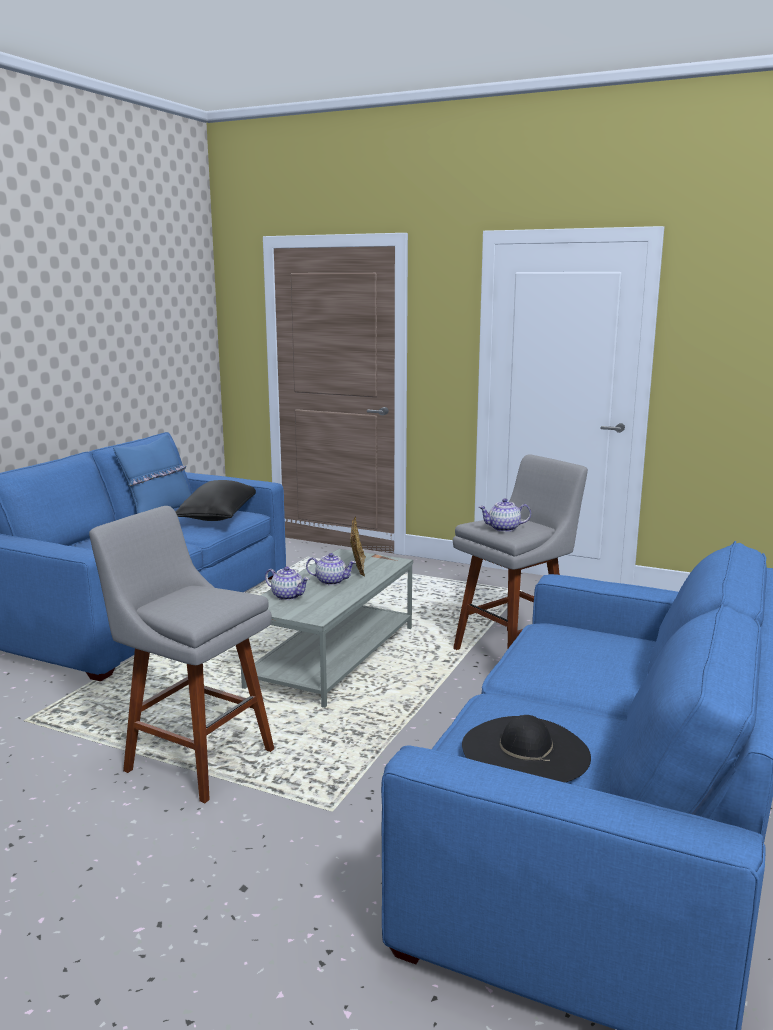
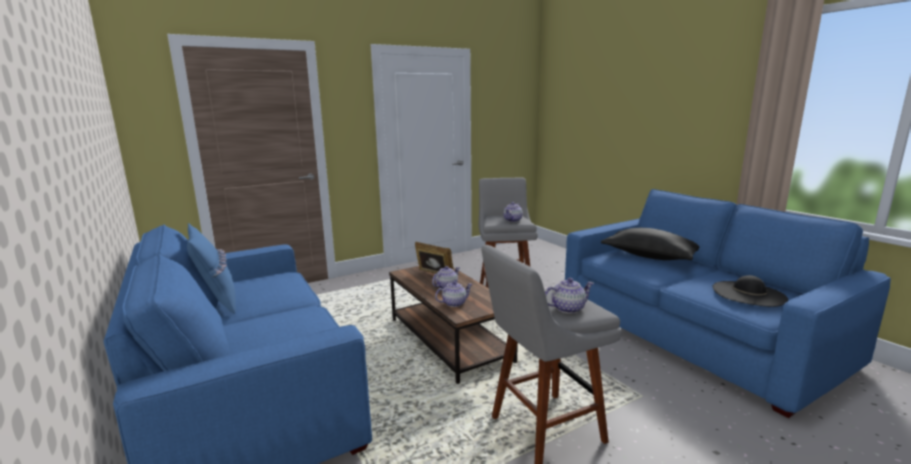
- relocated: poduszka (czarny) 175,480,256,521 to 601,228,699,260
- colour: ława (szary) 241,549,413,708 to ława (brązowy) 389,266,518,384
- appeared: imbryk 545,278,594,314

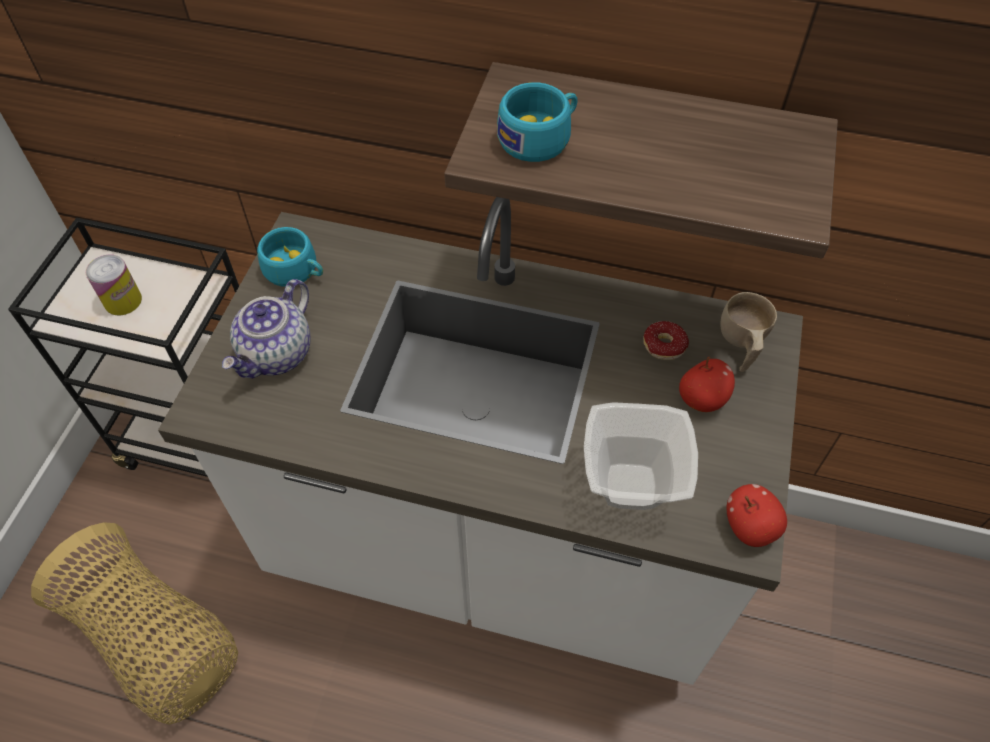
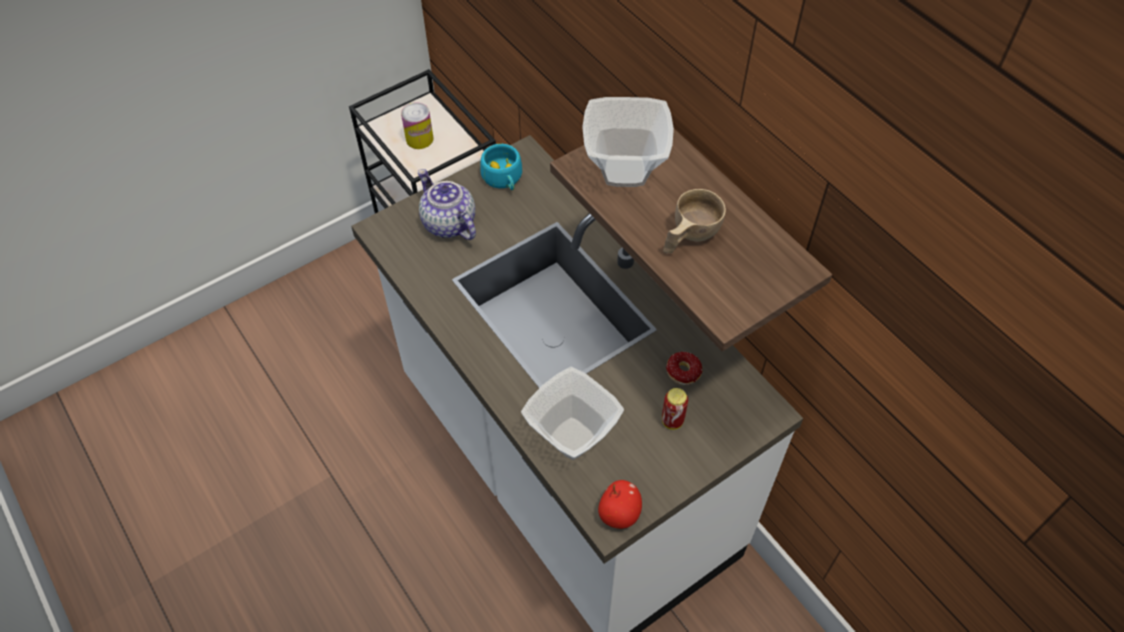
- missing: koszyk 31,522,238,725
- spun: imbryk 222,279,311,378 = 418,169,476,240 75 degrees clockwise
- exchanged: filiżanka (turkusowy) 497,82,578,162 to miska 582,97,674,187
- exchanged: jabłko 679,357,735,412 to puszka 662,388,688,430
- relocated: filiżanka (beżowy) 720,292,777,372 to 663,189,726,253

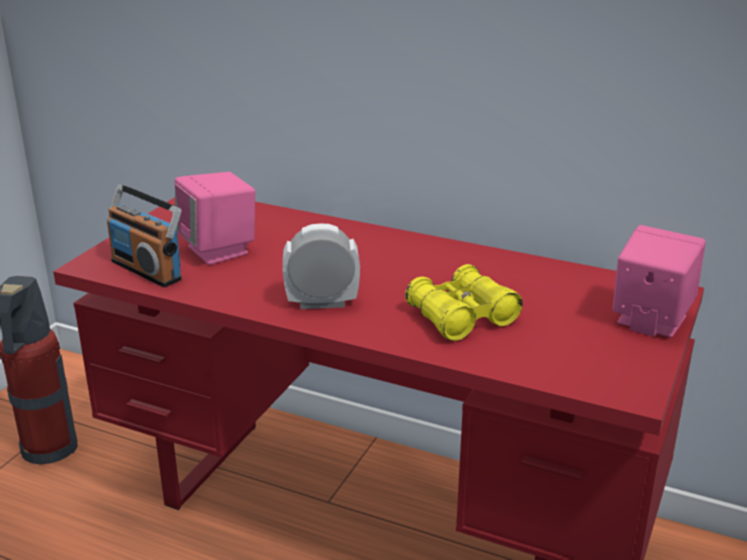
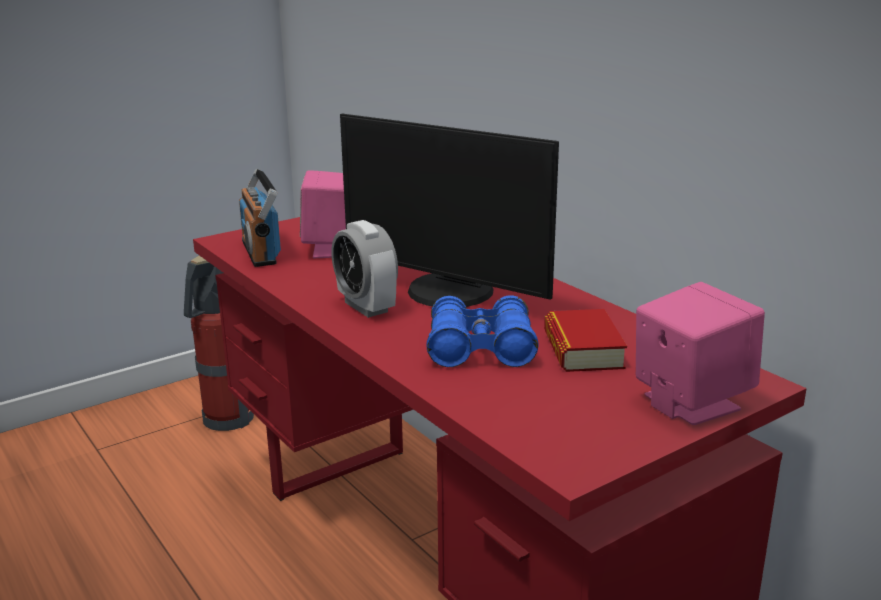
- spun: budzik 283,224,360,309 = 331,220,398,318 150 degrees counterclockwise
- colour: lornetka (żółty) 405,264,523,341 to lornetka (niebieski) 426,295,539,367
- appeared: monitor 340,114,559,307
- appeared: książka 544,309,627,372

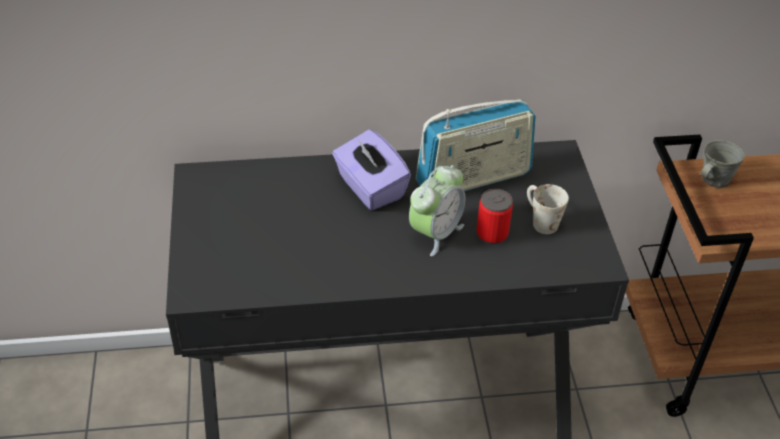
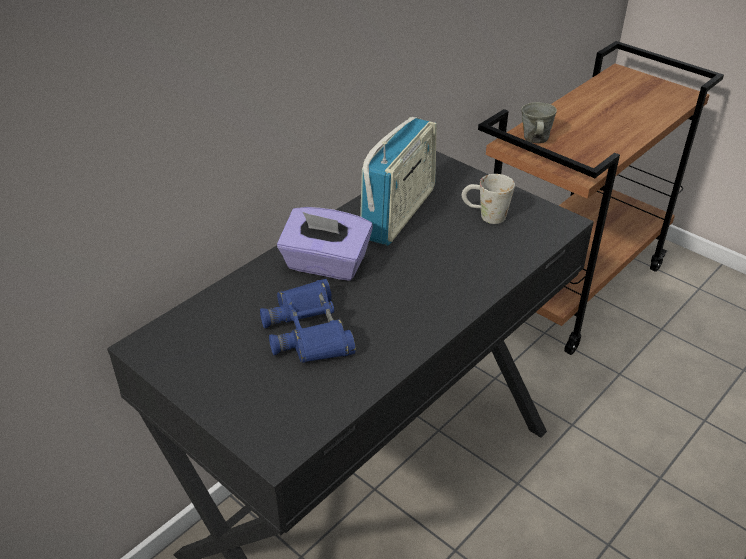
- missing: budzik 409,165,465,257
- missing: puszka 476,189,513,245
- appeared: lornetka (niebieski) 260,279,356,363

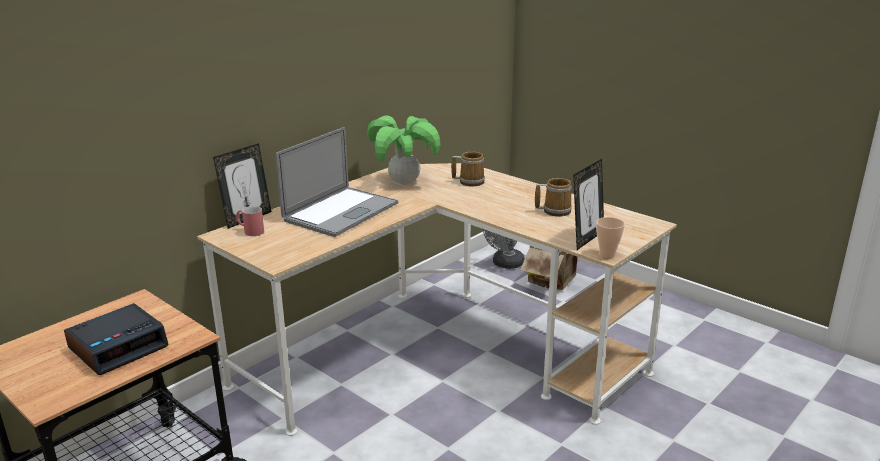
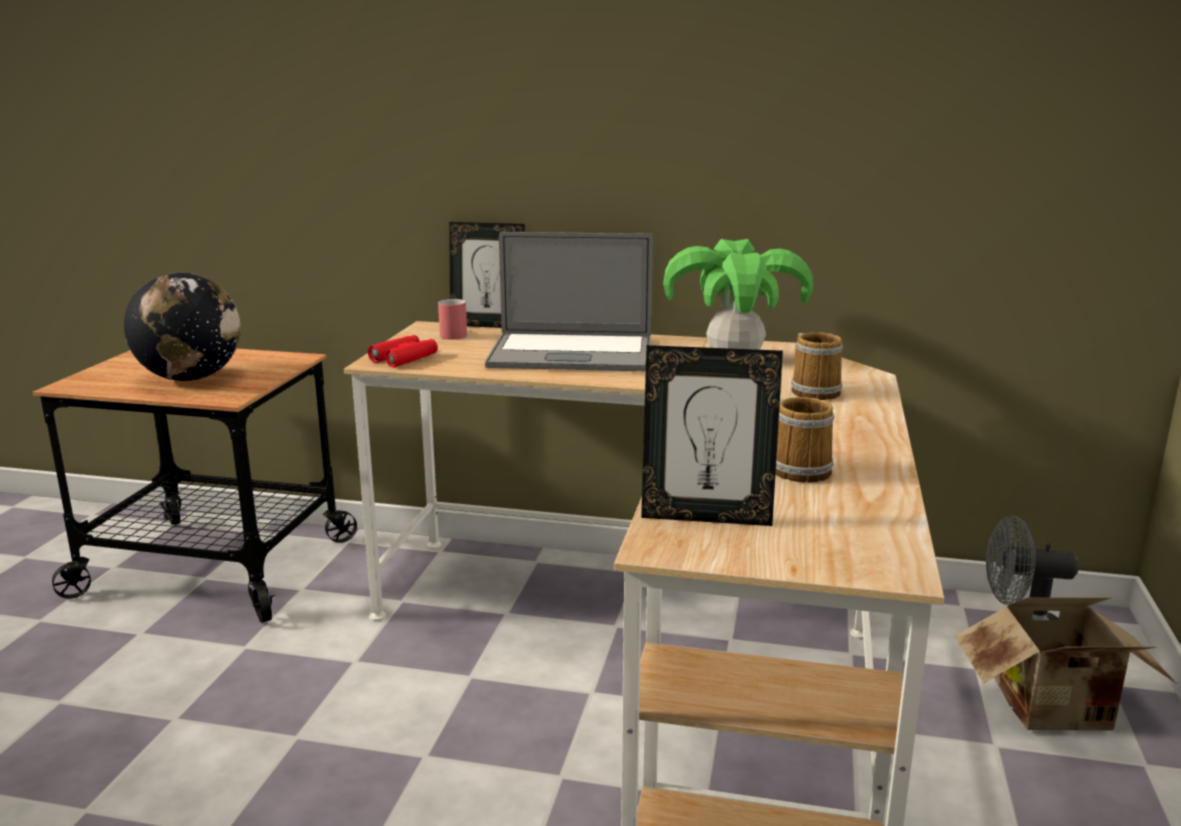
- exchanged: budzik 64,303,169,375 to globus 124,272,241,381
- missing: filiżanka 596,217,625,259
- appeared: lornetka (czerwony) 368,335,438,367

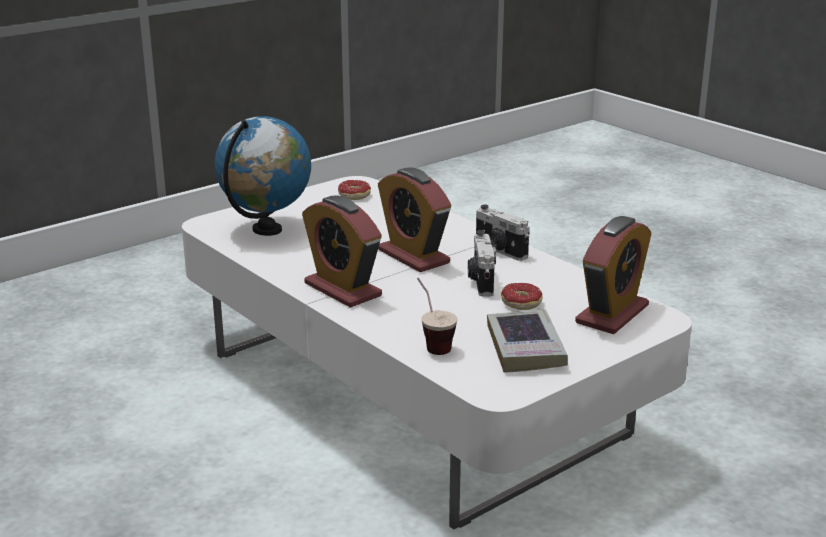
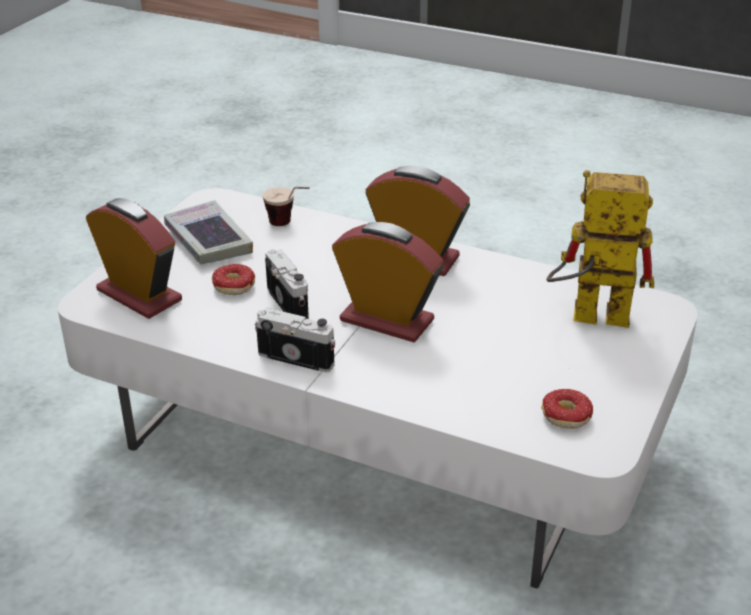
- exchanged: globus 215,116,311,236 to robot zabawkowy 546,170,654,328
- spun: budzik 575,216,652,334 = 86,198,182,319 120 degrees clockwise

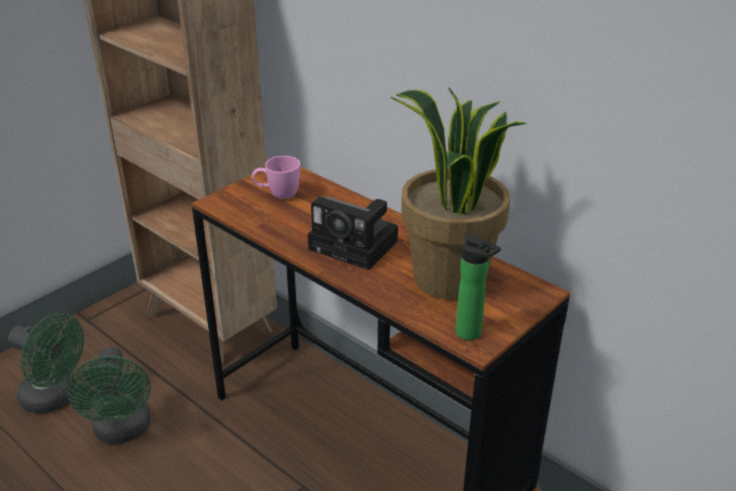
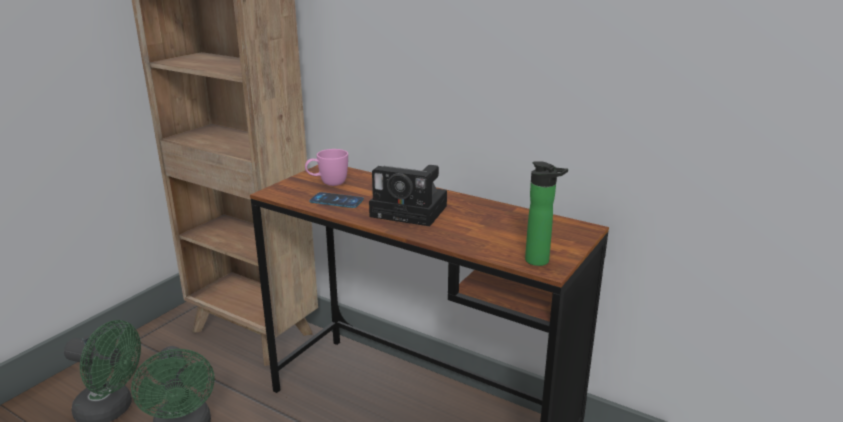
- missing: roślina doniczkowa 391,87,528,300
- appeared: telefon 309,192,364,208

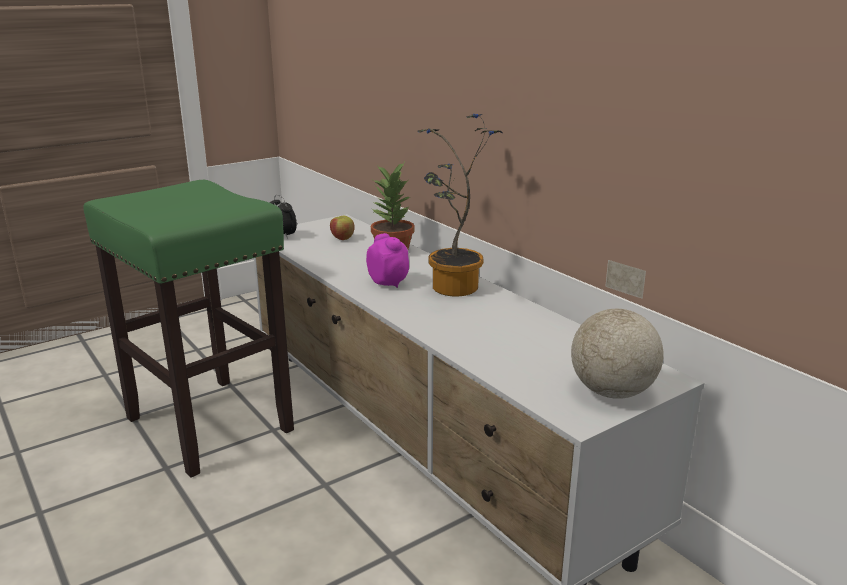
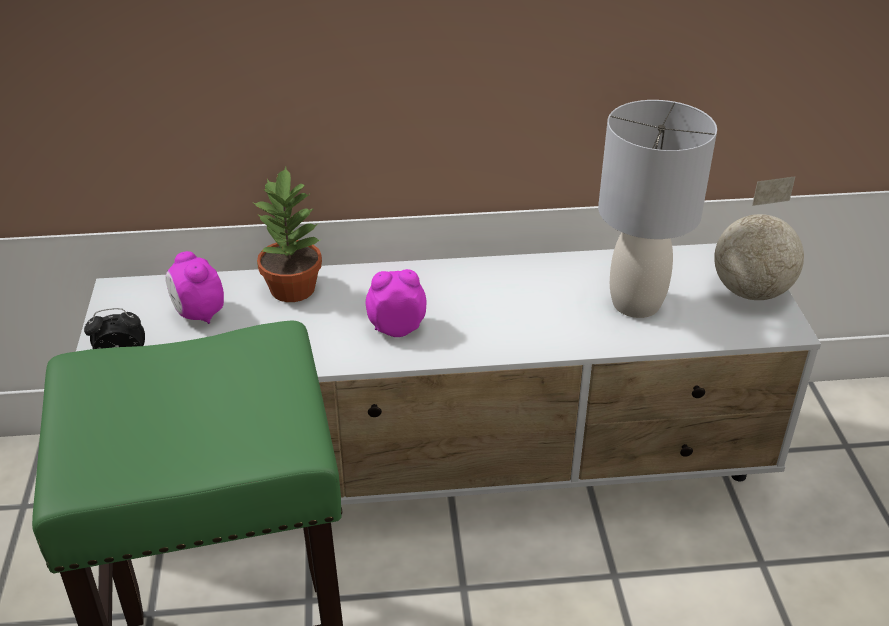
- exchanged: jabłko 330,216,355,240 to budzik 165,251,224,324
- missing: roślina doniczkowa 417,114,503,296
- appeared: lampa stołowa (szary) 598,100,717,318

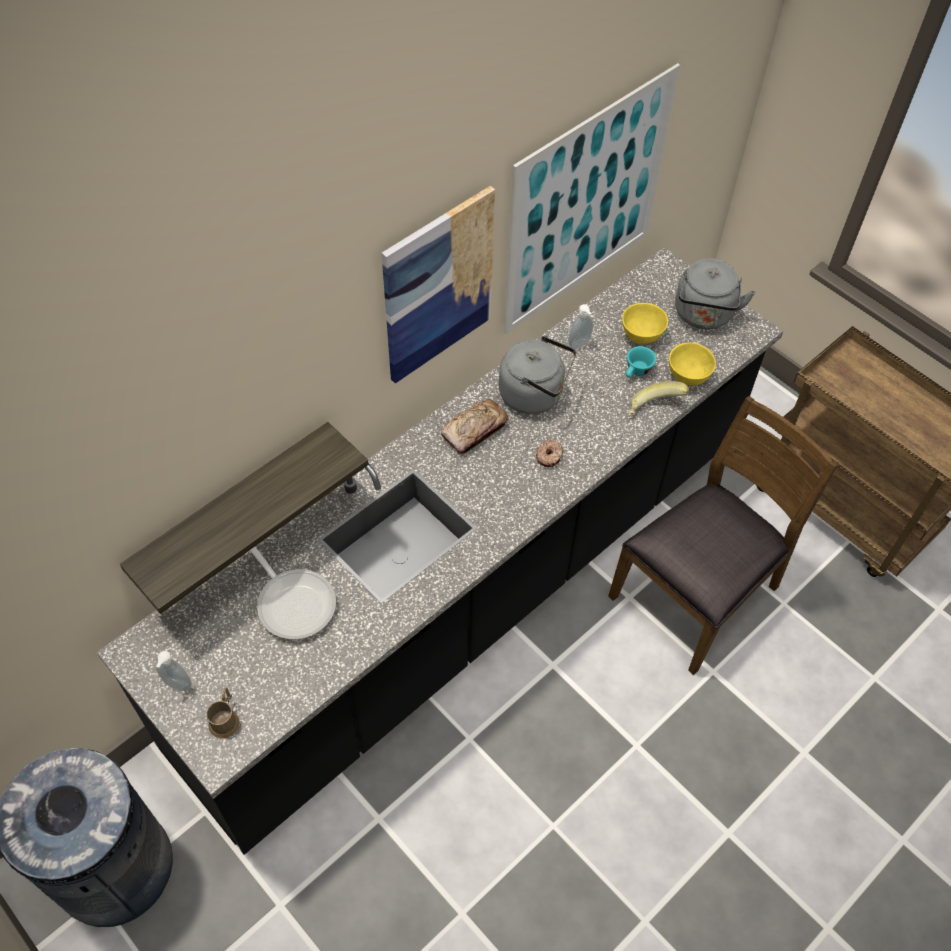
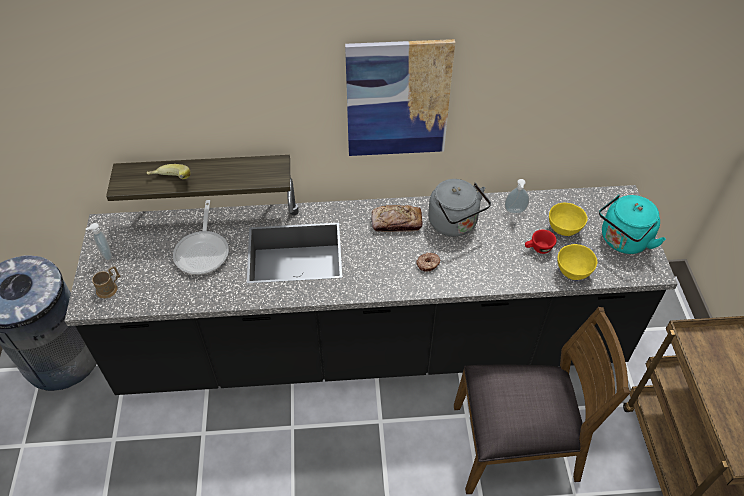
- missing: obraz 504,63,680,334
- colour: filiżanka (turkusowy) 626,346,656,377 to filiżanka (czerwony) 525,230,557,254
- relocated: banan 628,381,689,414 to 146,164,191,179
- colour: czajnik (szary) 675,259,755,329 to czajnik (turkusowy) 599,195,666,254

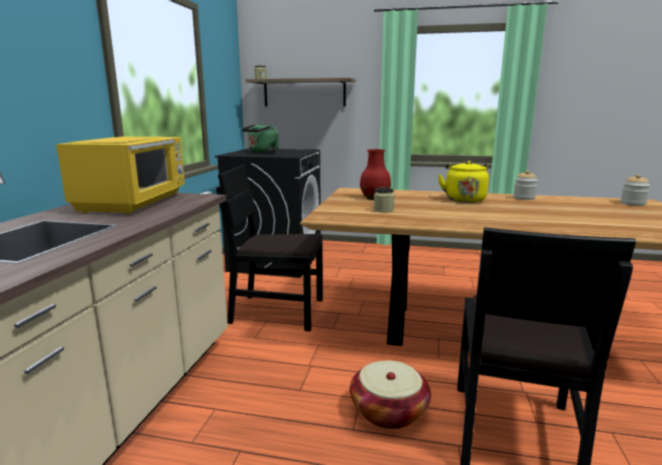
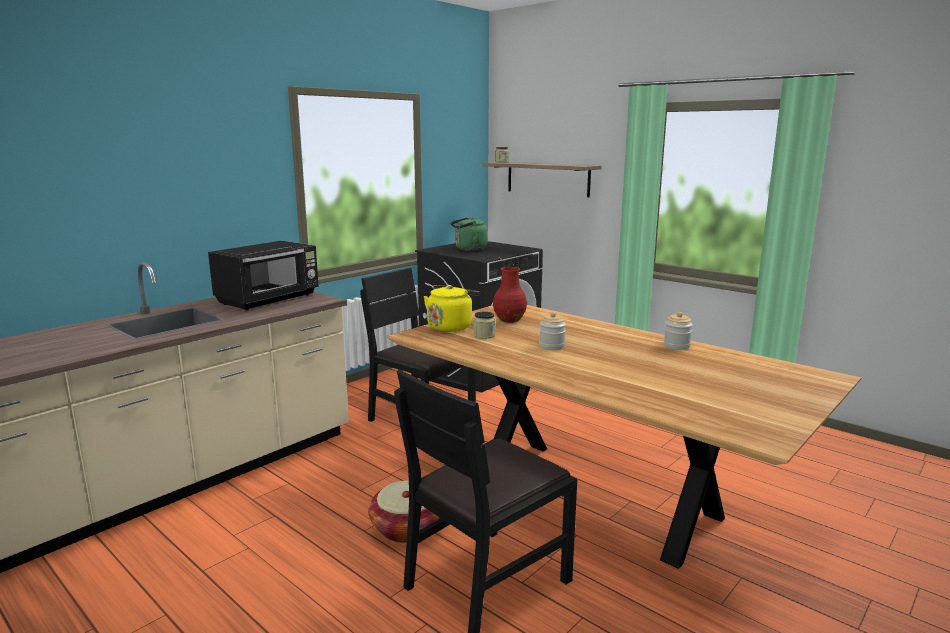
- colour: mikrofalówka (żółty) 56,137,185,215 to mikrofalówka (czarny) 208,241,319,311
- relocated: czajnik (żółty) 438,161,489,203 to 424,285,480,332
- relocated: słoik 620,174,650,206 to 539,312,566,350

